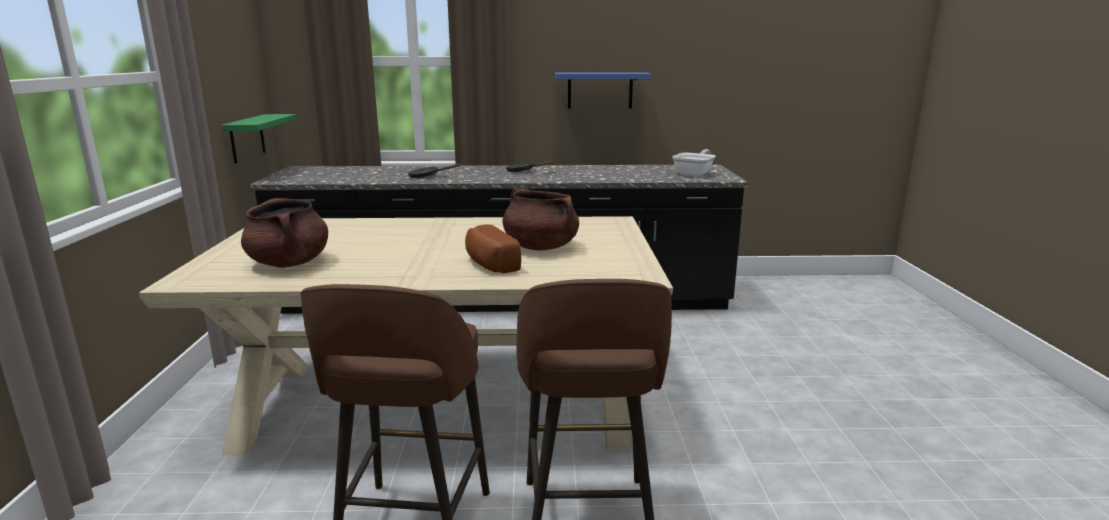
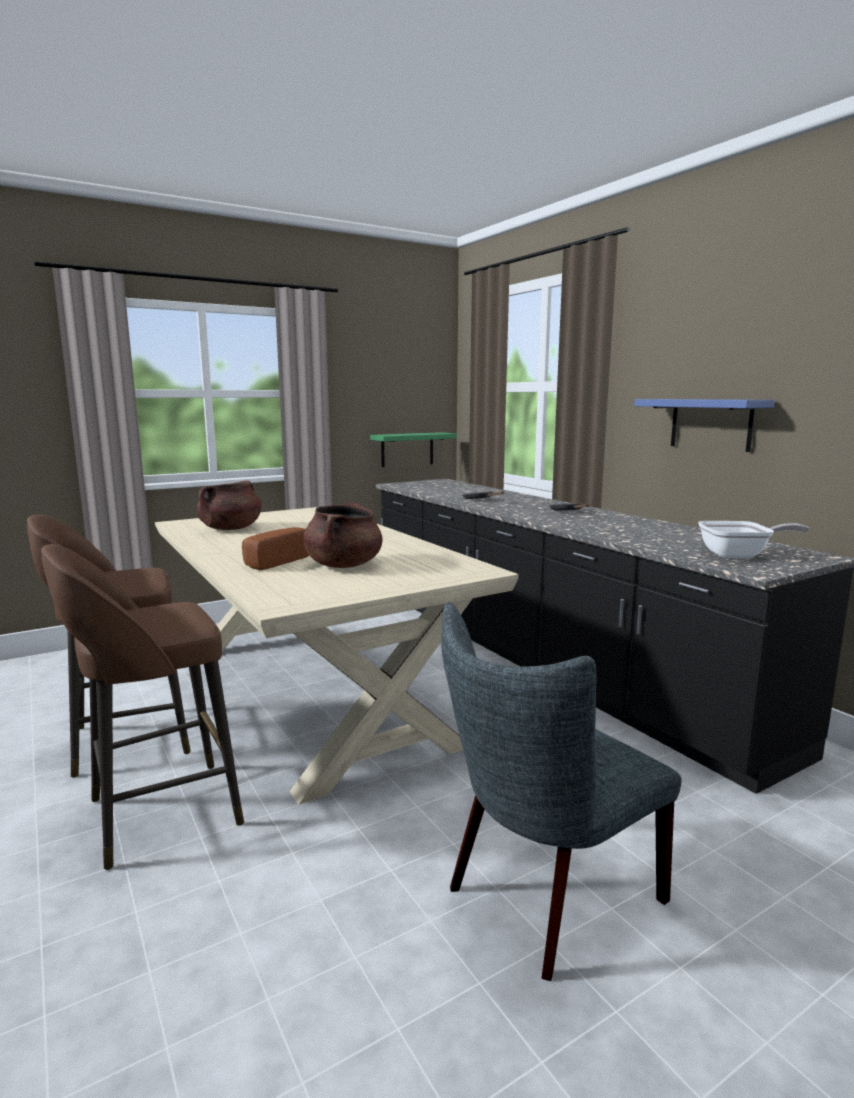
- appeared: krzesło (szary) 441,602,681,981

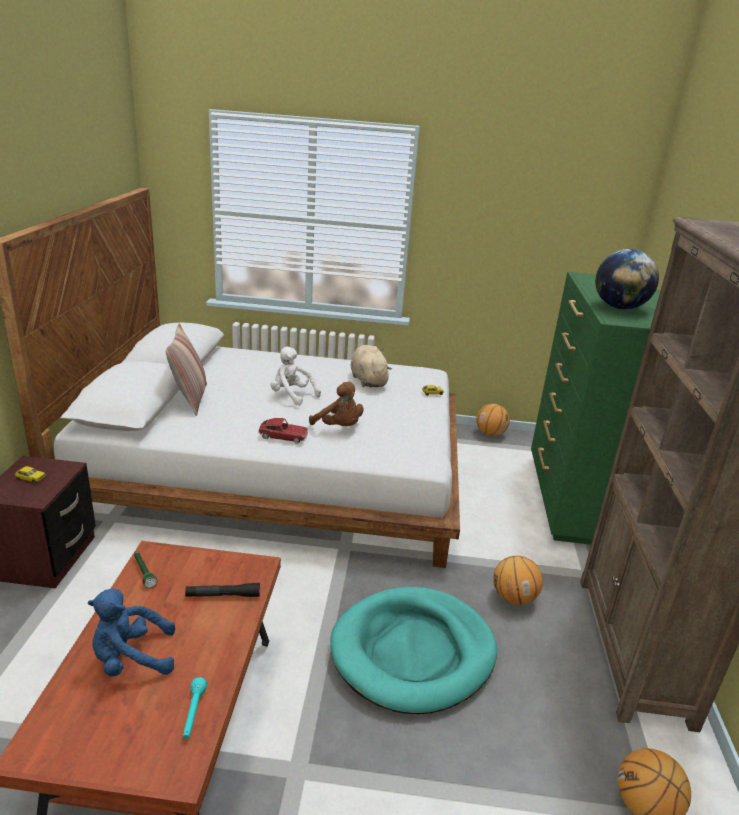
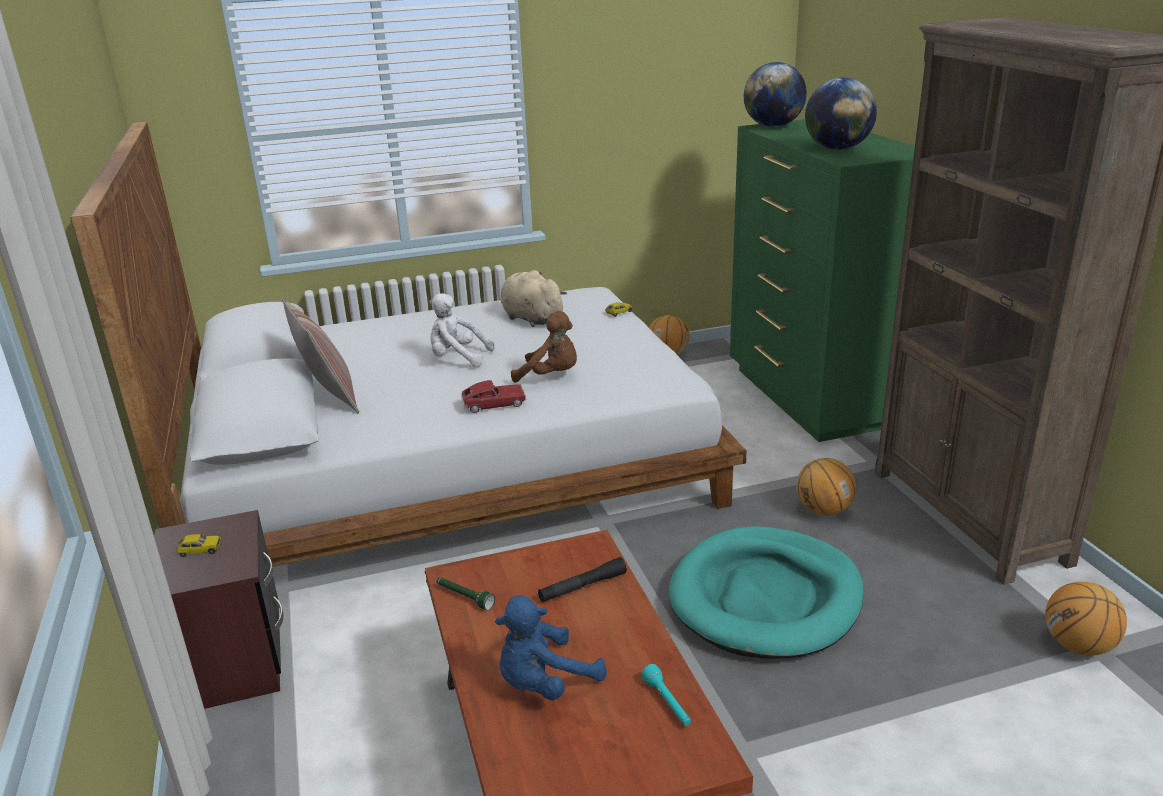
- appeared: globus 744,62,807,127

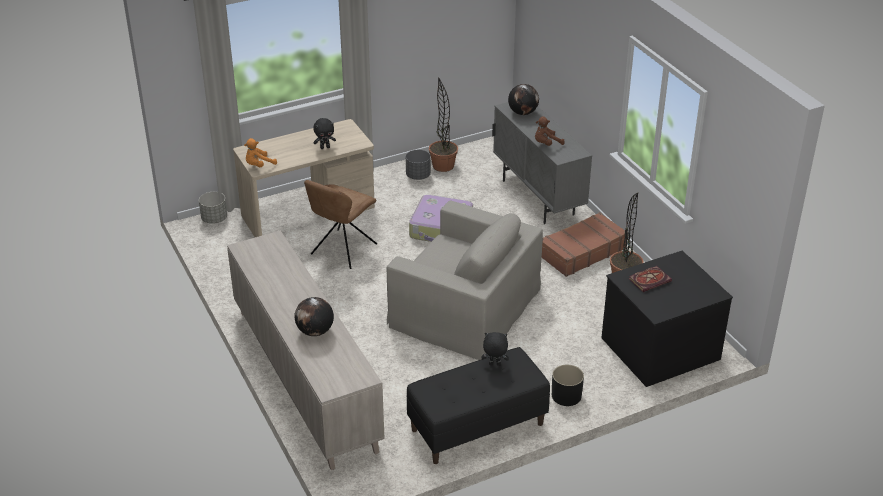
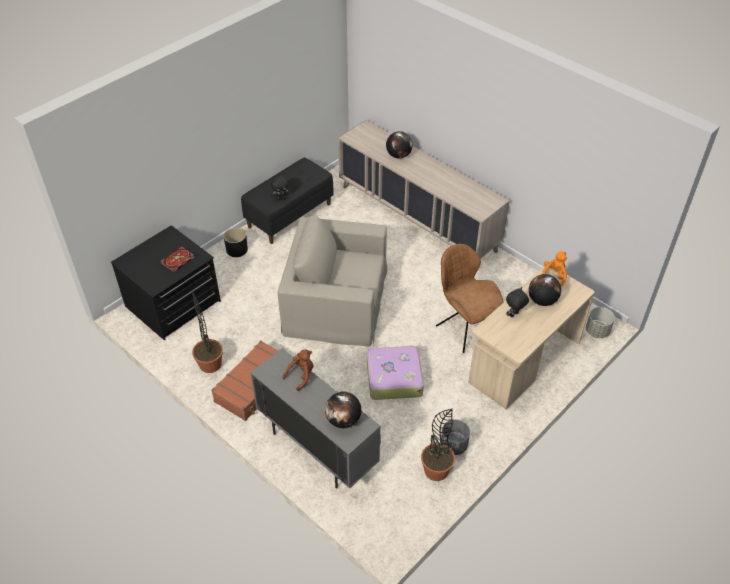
- spun: krzesło (brązowy) 304,180,377,269 = 436,244,504,353 45 degrees counterclockwise
- appeared: globus 529,274,561,306

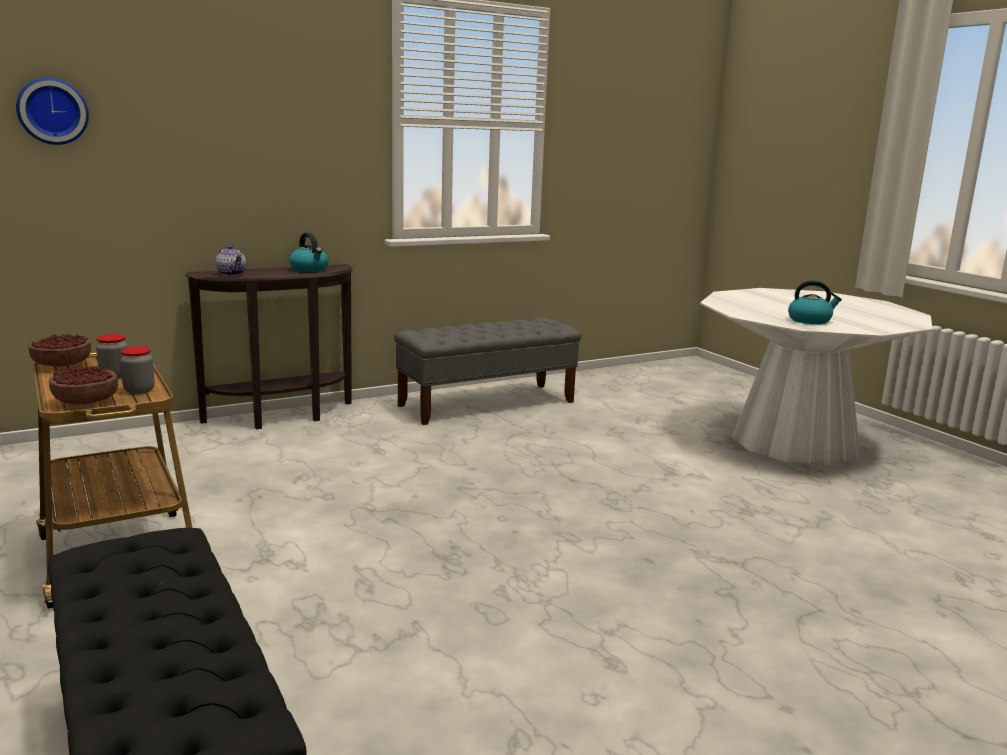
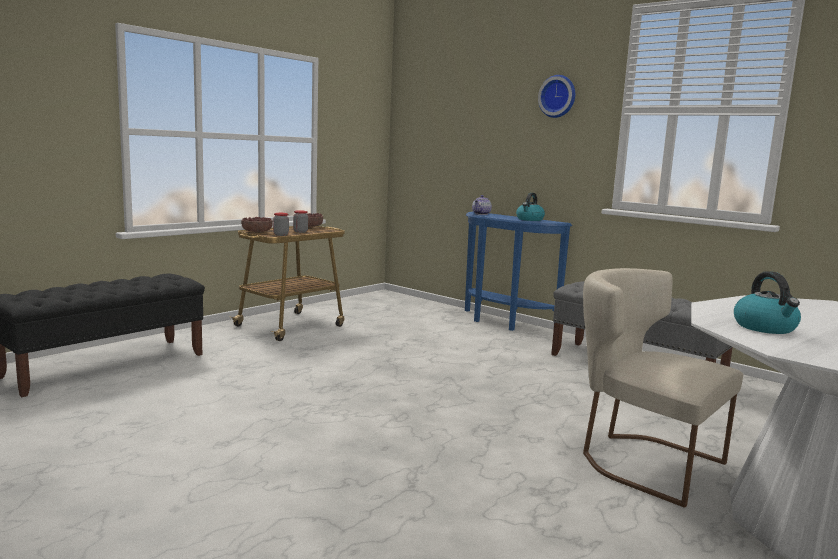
- relocated: zegar ścienny 16,77,89,145 to 538,75,575,118
- colour: stolik konsolowy (brązowy) 185,264,353,430 to stolik konsolowy (niebieski) 465,211,572,331
- appeared: krzesło (beżowy) 583,268,743,508

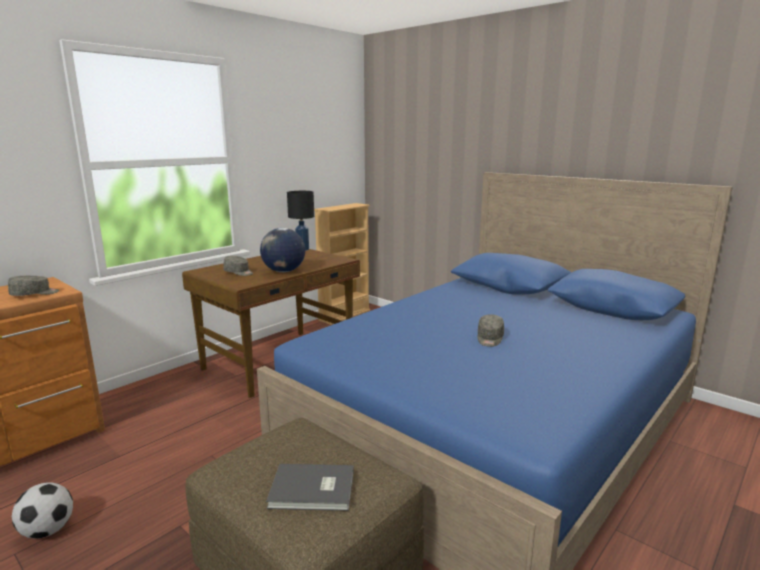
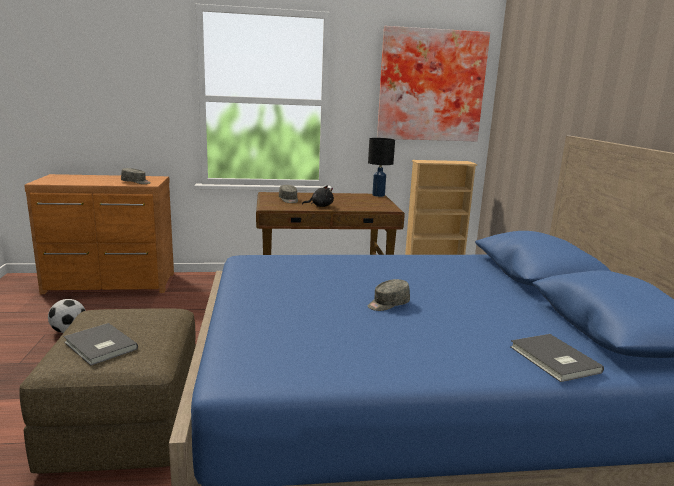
- exchanged: globus 260,228,305,272 to pluszak (czarny) 302,186,334,207
- appeared: obraz 377,26,490,142
- appeared: książka (szary) 510,334,604,382

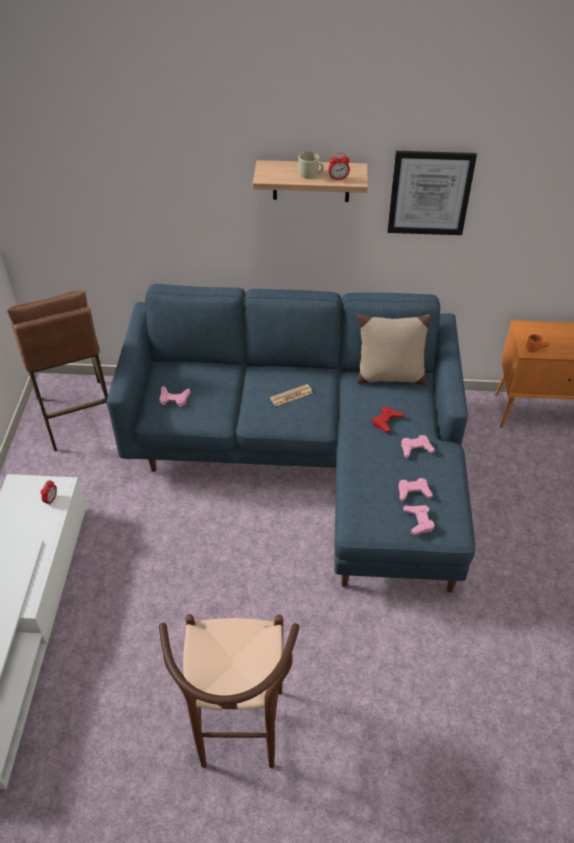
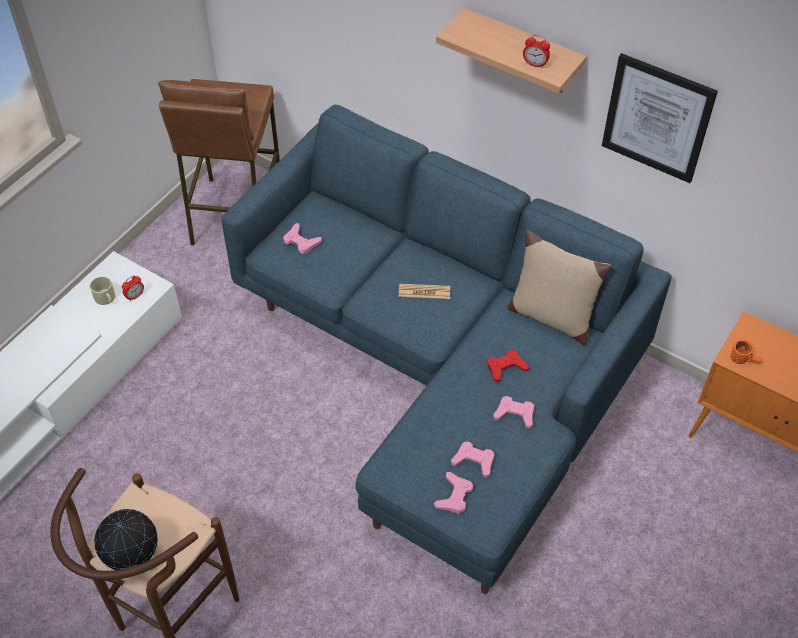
- relocated: kubek (beżowy) 299,152,324,179 to 90,277,115,305
- appeared: globus 94,509,158,570

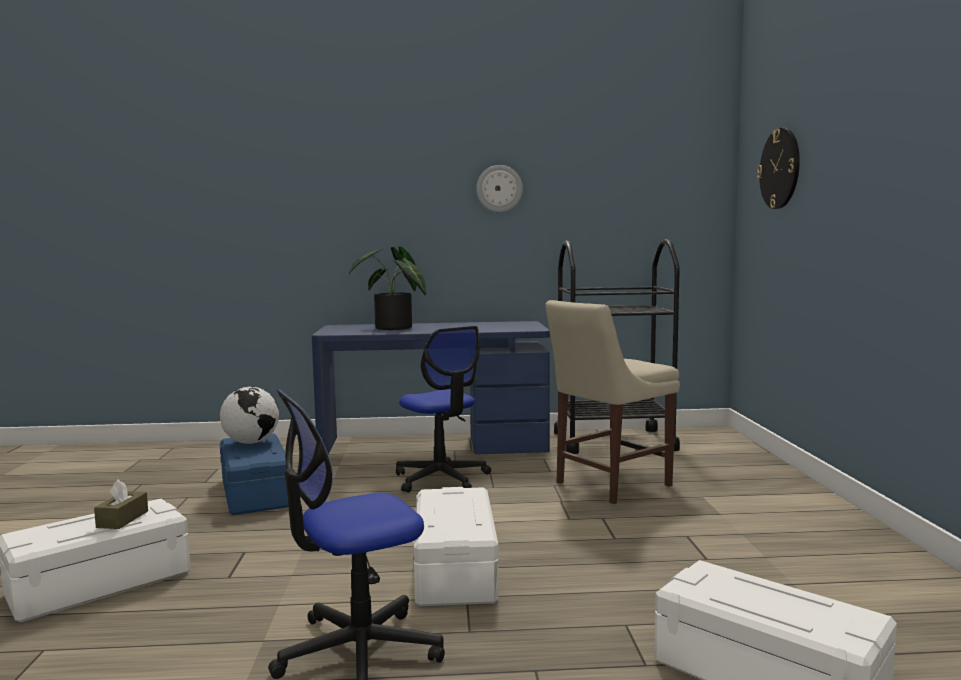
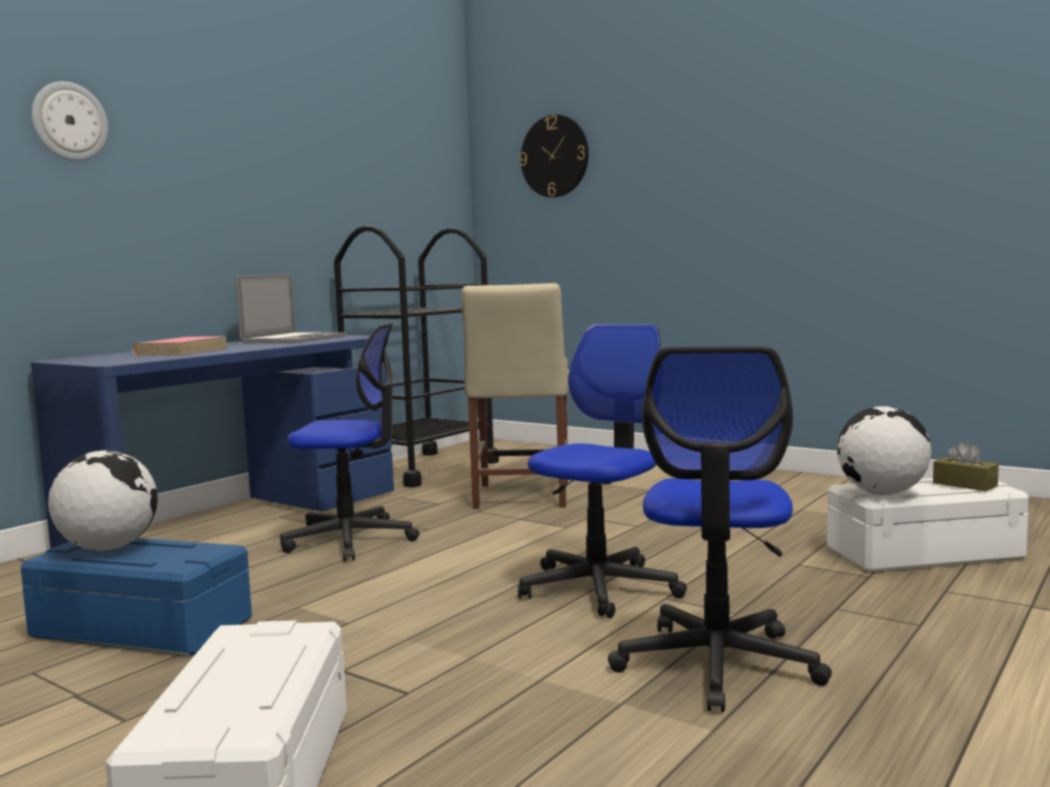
- relocated: pudełko chusteczek (brązowy) 94,479,148,529 to 933,441,999,491
- exchanged: roślina doniczkowa 349,247,426,330 to książka (różowy) 132,336,228,356
- exchanged: pojemnik do przechowywania (biały) 413,487,499,606 to krzesło biurowe 518,324,687,618
- relocated: zegar ścienny 476,165,523,212 to 32,81,108,161
- appeared: laptop 235,274,347,343
- appeared: globus 837,406,931,495

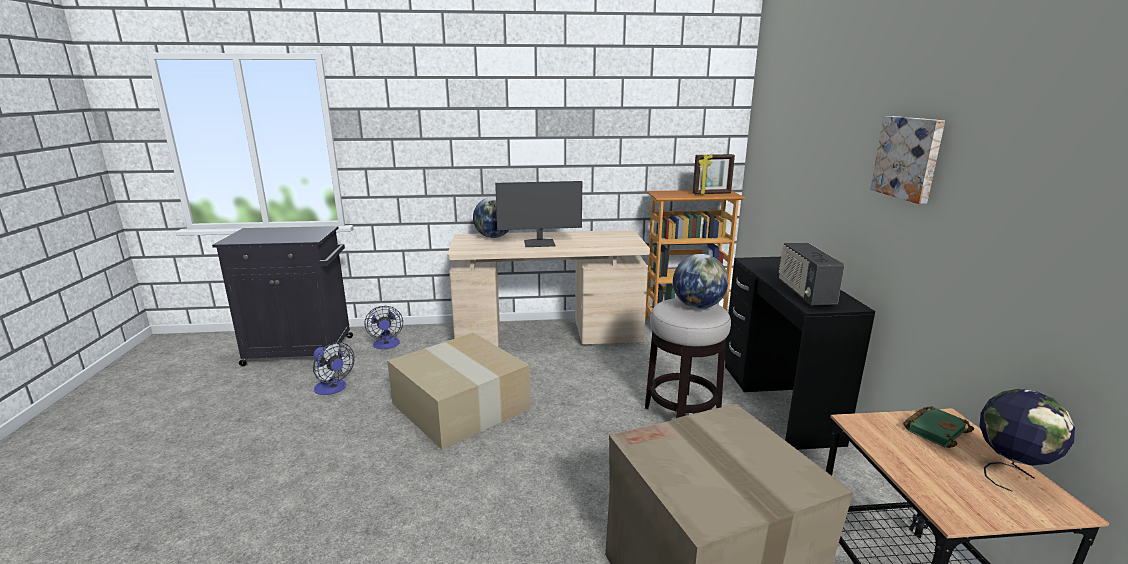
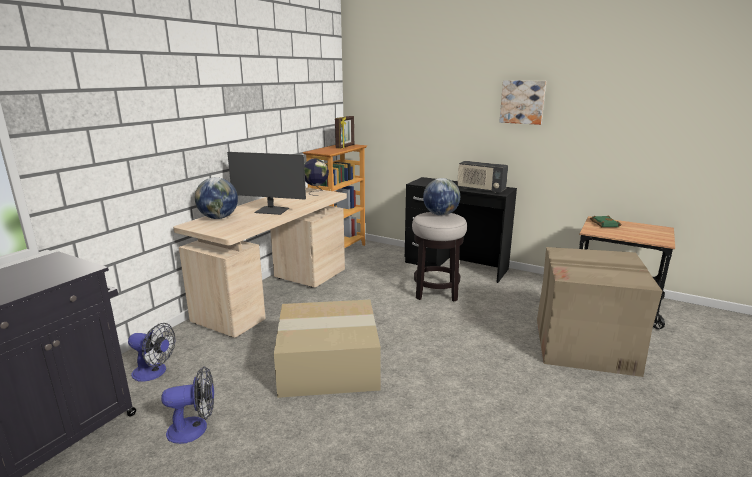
- spun: monitor 495,181,582,247 = 227,152,306,215 75 degrees clockwise
- relocated: globus 980,389,1075,492 to 304,159,329,196

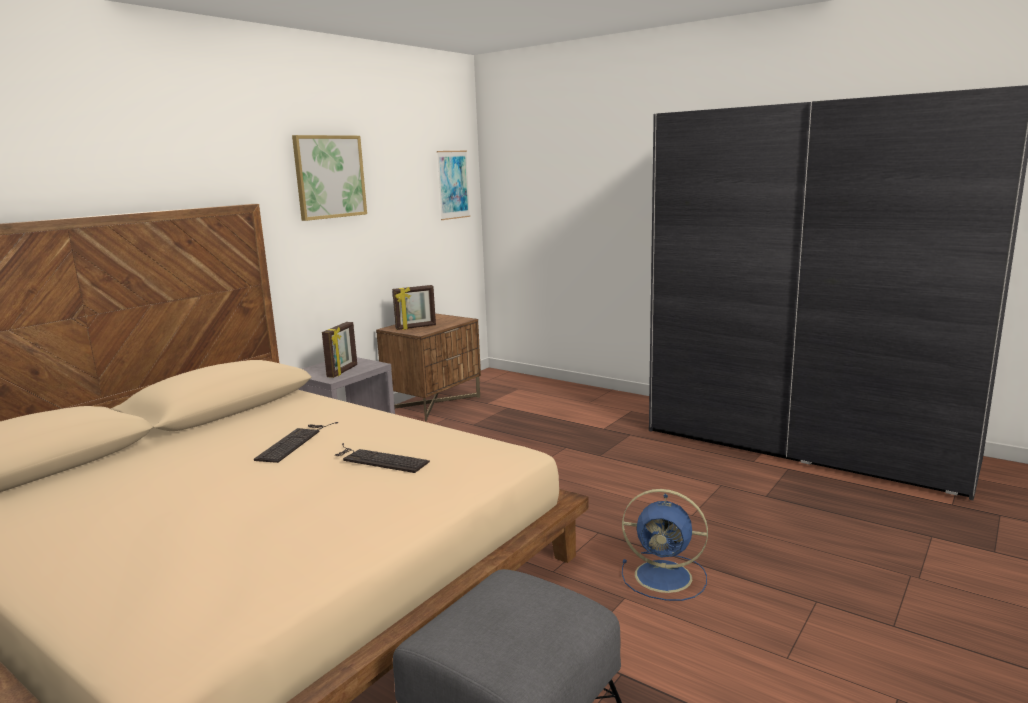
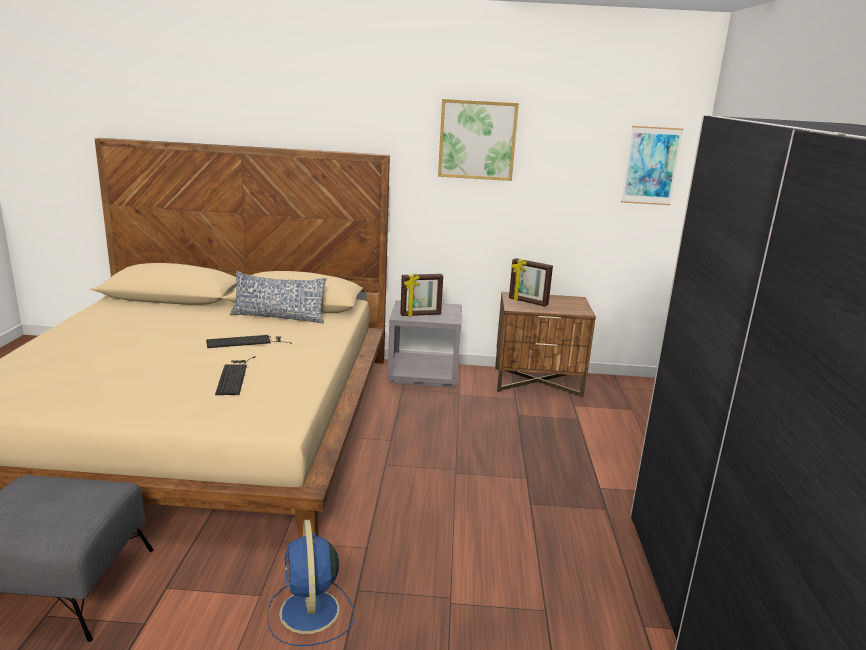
- appeared: poduszka 230,271,327,323

